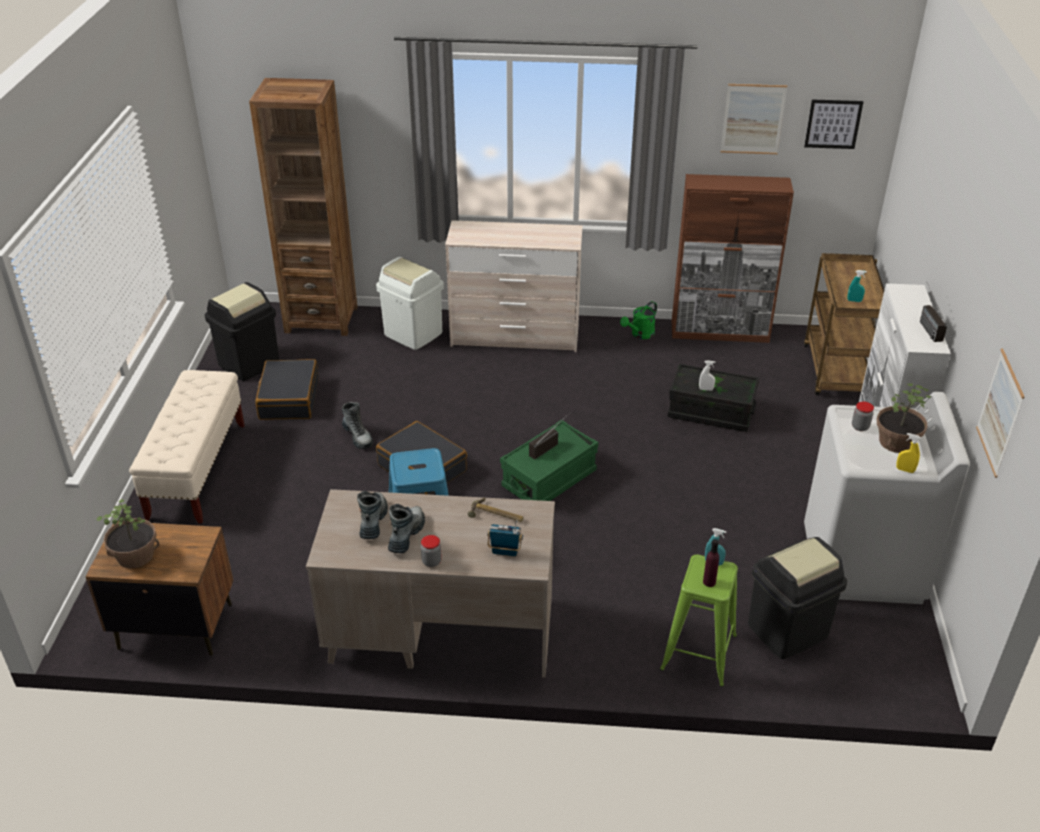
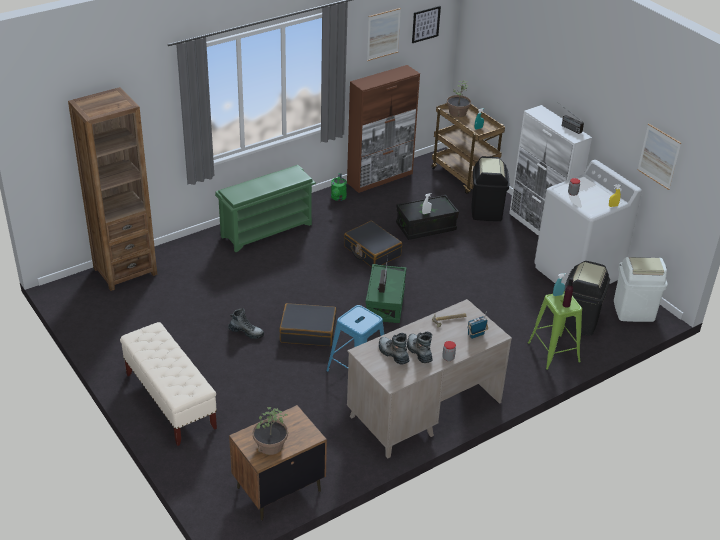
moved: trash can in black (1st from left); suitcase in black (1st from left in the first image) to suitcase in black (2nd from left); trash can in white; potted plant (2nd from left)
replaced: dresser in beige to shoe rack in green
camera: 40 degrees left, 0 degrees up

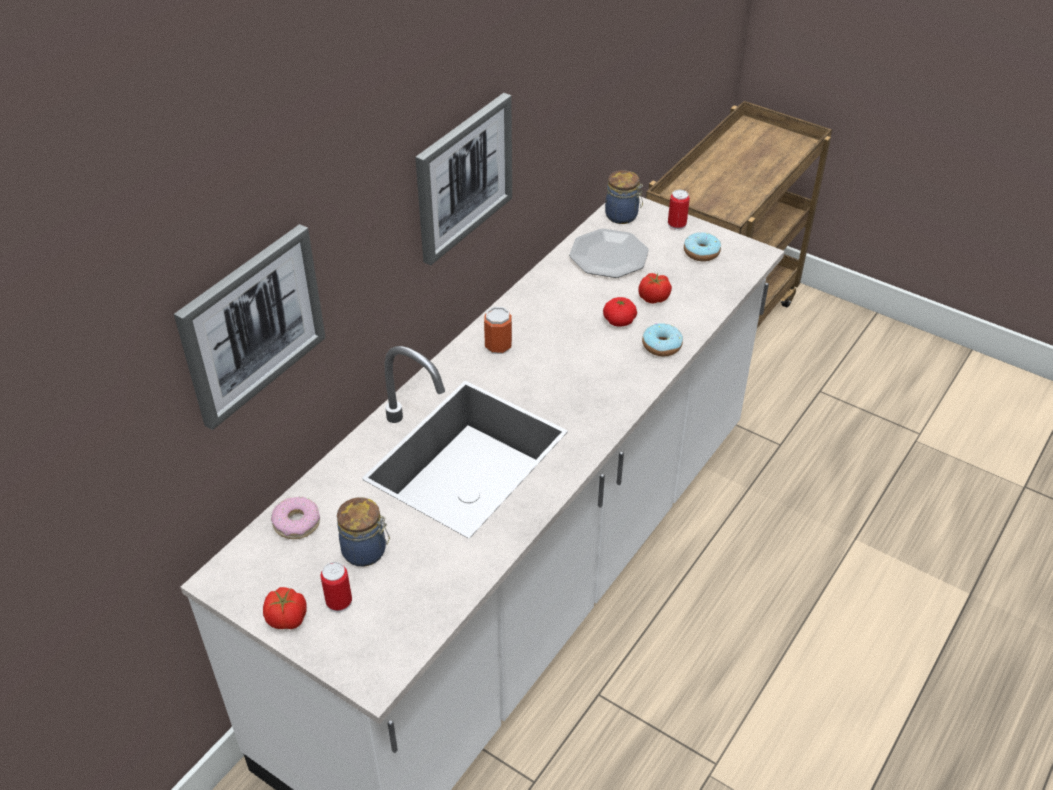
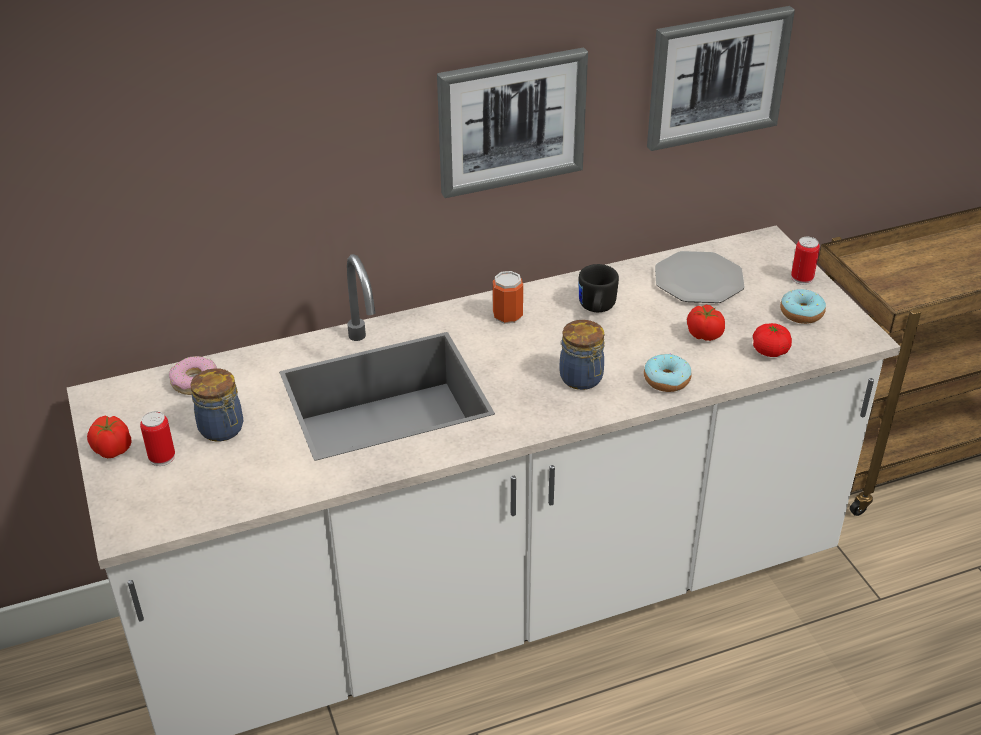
added: mug in black
moved: picture (1st from left in the first image) to picture (2nd from left); tomato (2nd from left in the first image) to tomato (3rd from left); jar (2nd from left)
camera: 35 degrees right, 5 degrees down

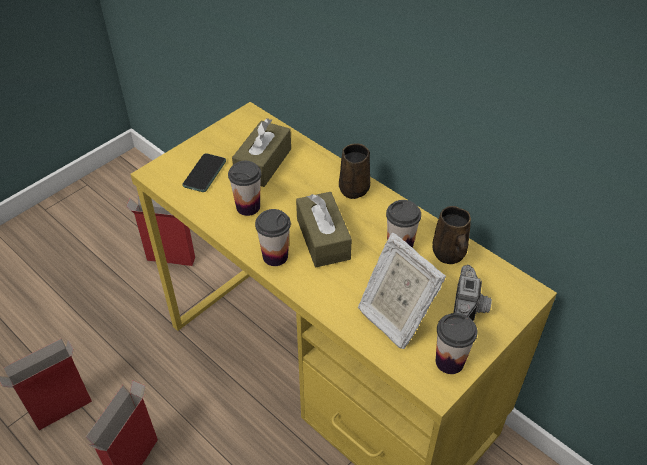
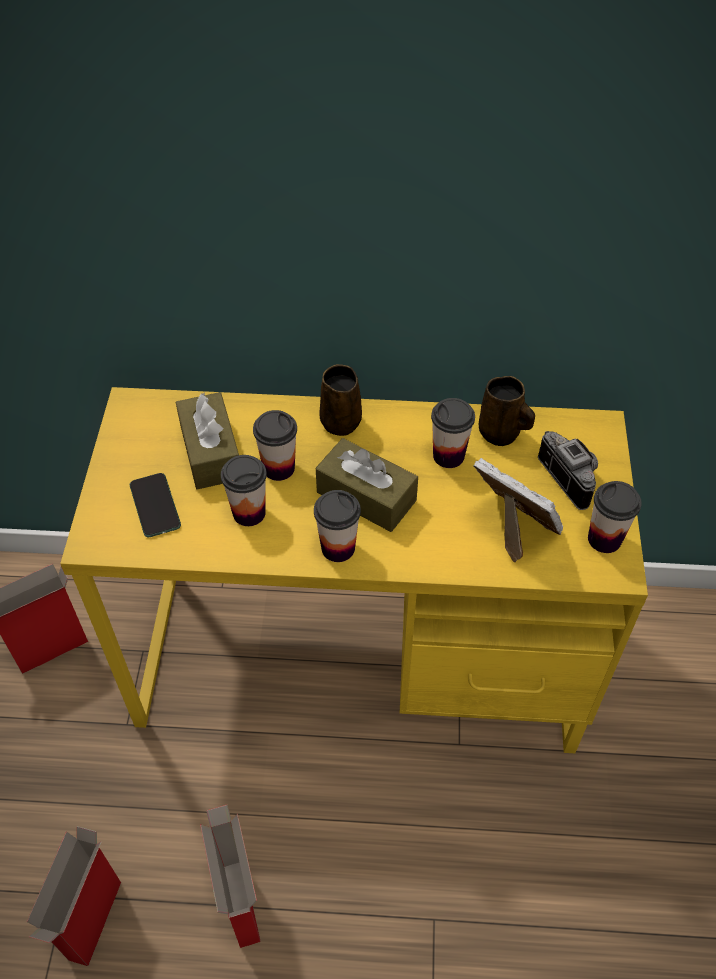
added: cup (2nd from left)
turned: picture frame 150 degrees counterclockwise
camera: 40 degrees left, 5 degrees up

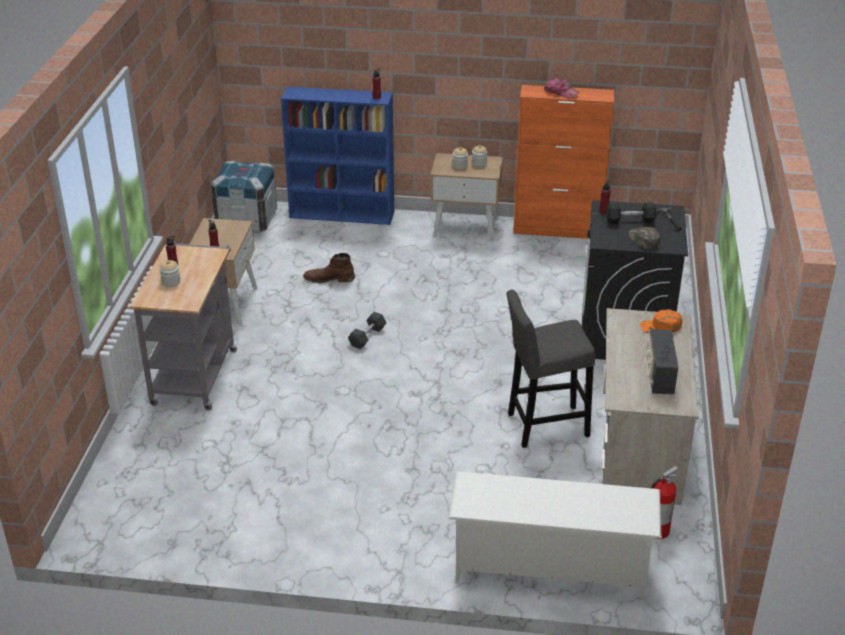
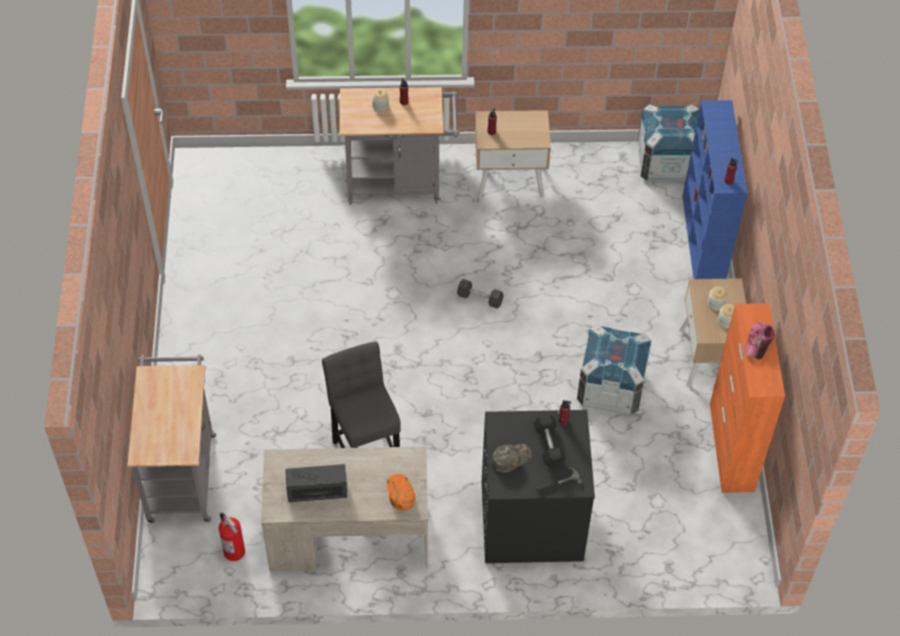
removed: boot in brown
added: crate (1st from left)
replaced: shoe rack in white to cart in grey (1st from left)
camera: 80 degrees right, 20 degrees up

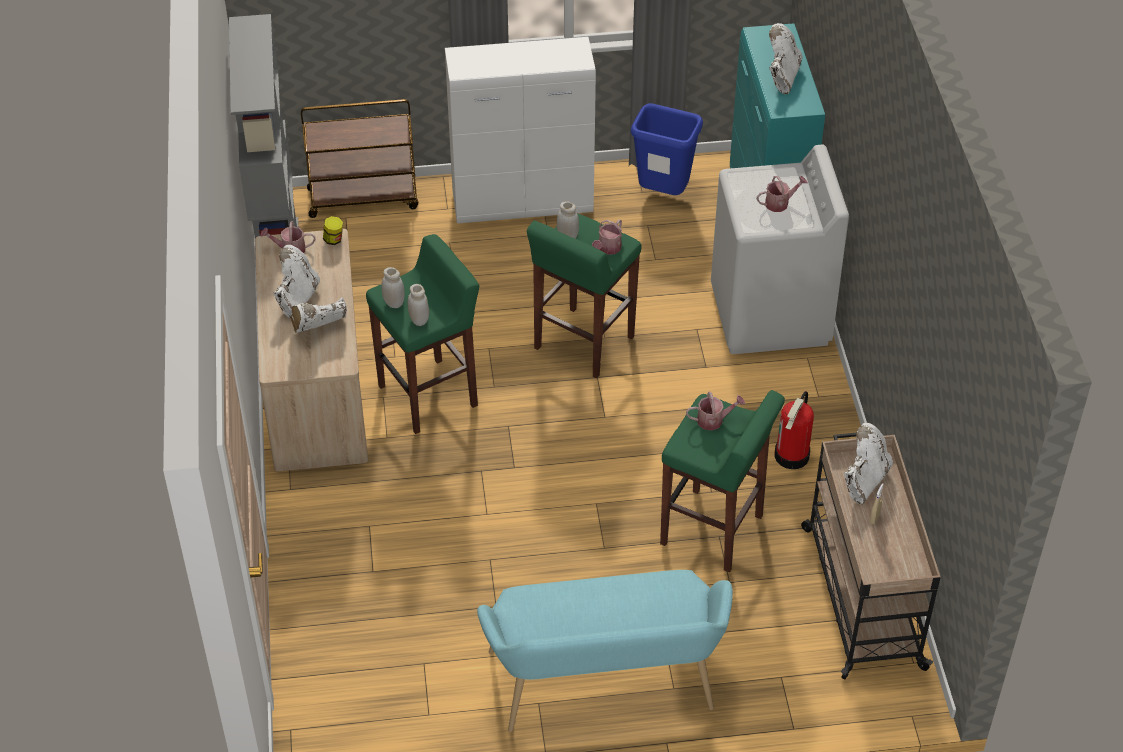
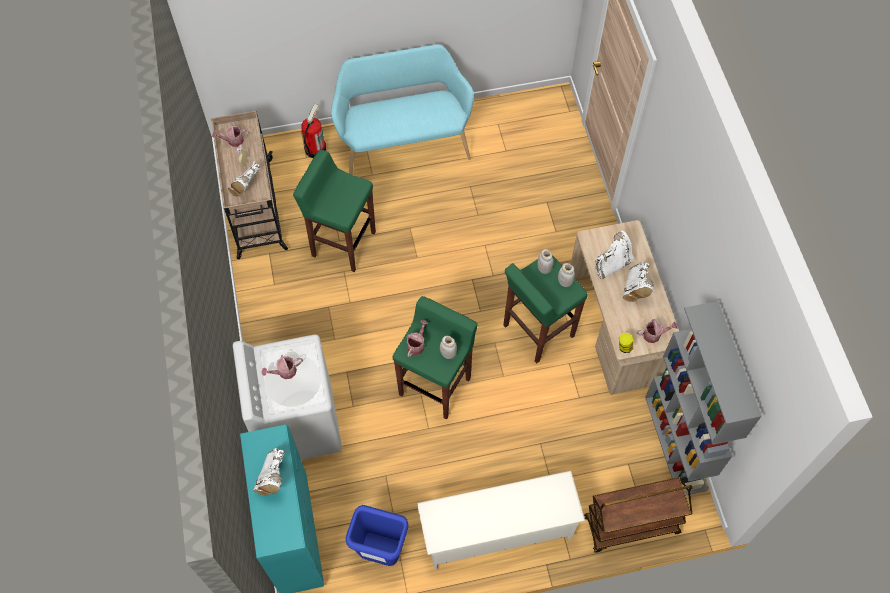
moved: watering can (3rd from left in the first image) to watering can (1st from left); fire extinguisher
replaced: cabinet in white to shoe rack in white
camera: 175 degrees right, 15 degrees up

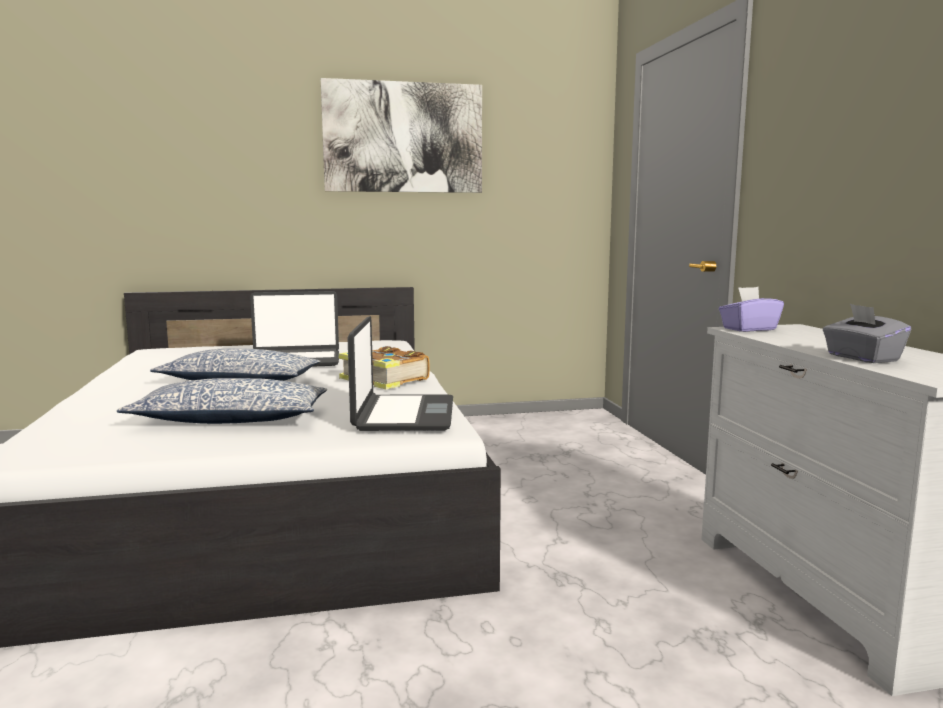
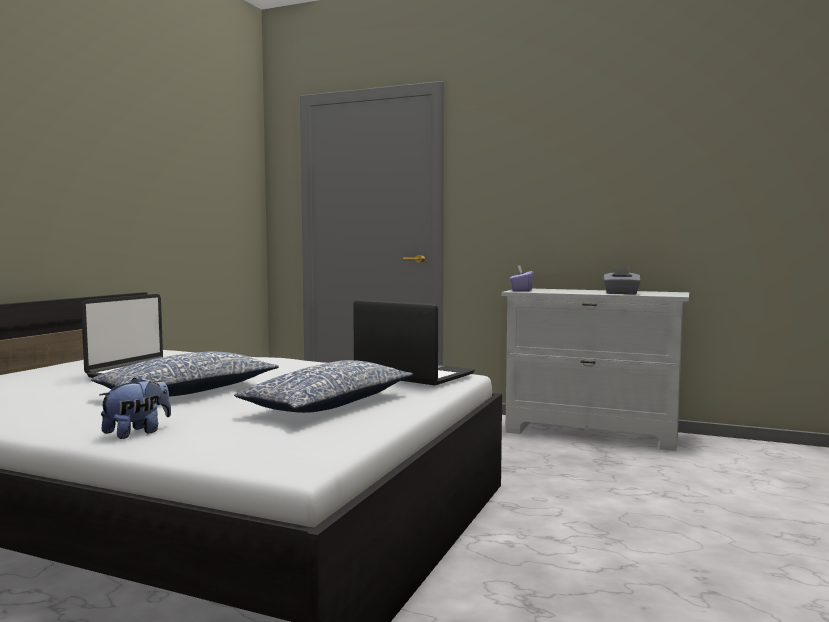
removed: picture; book
added: plush toy
camera: 55 degrees left, 5 degrees down

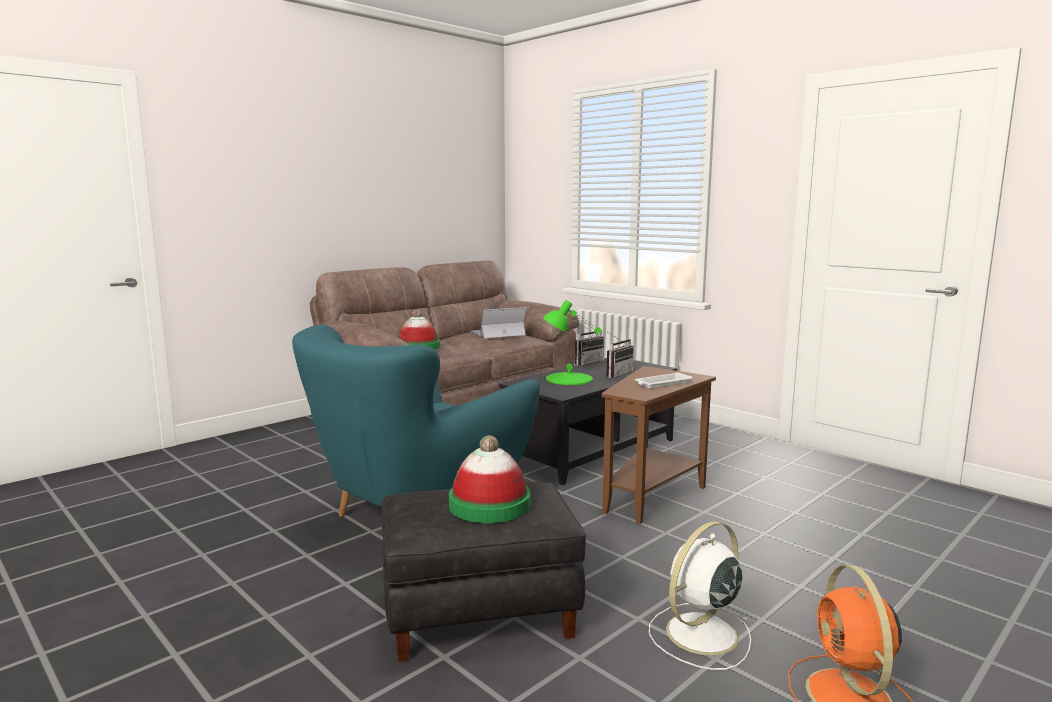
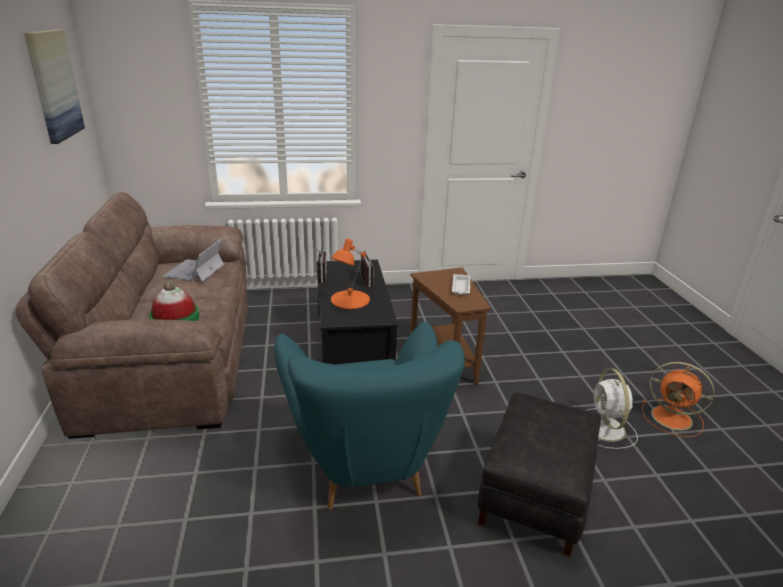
removed: hat (2nd from left)
added: picture
recoloured: table lamp in green to table lamp in orange
camera: 55 degrees left, 15 degrees up

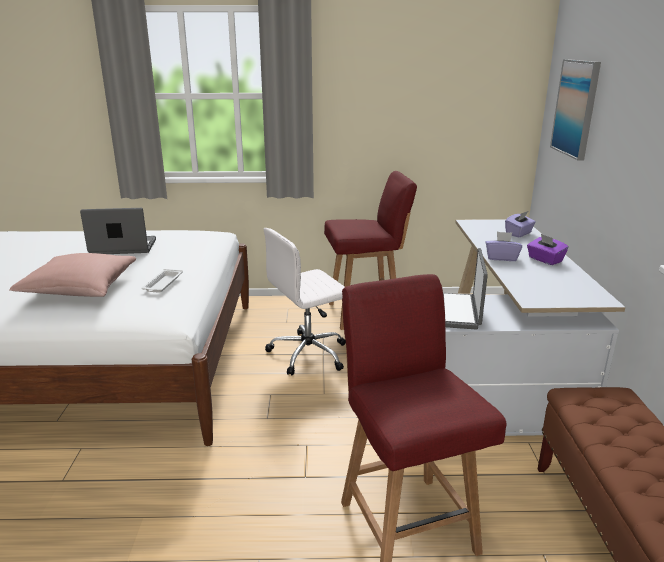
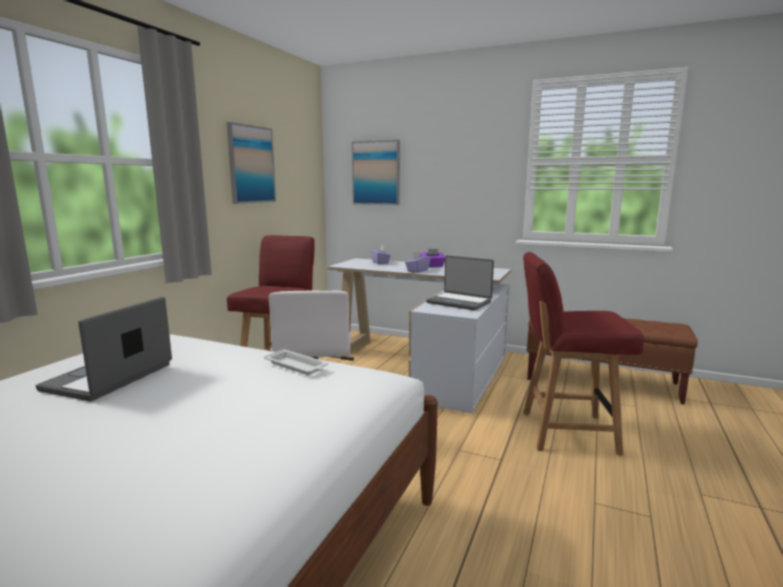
removed: pillow in pink
added: picture (1st from left)
camera: 65 degrees left, 10 degrees down

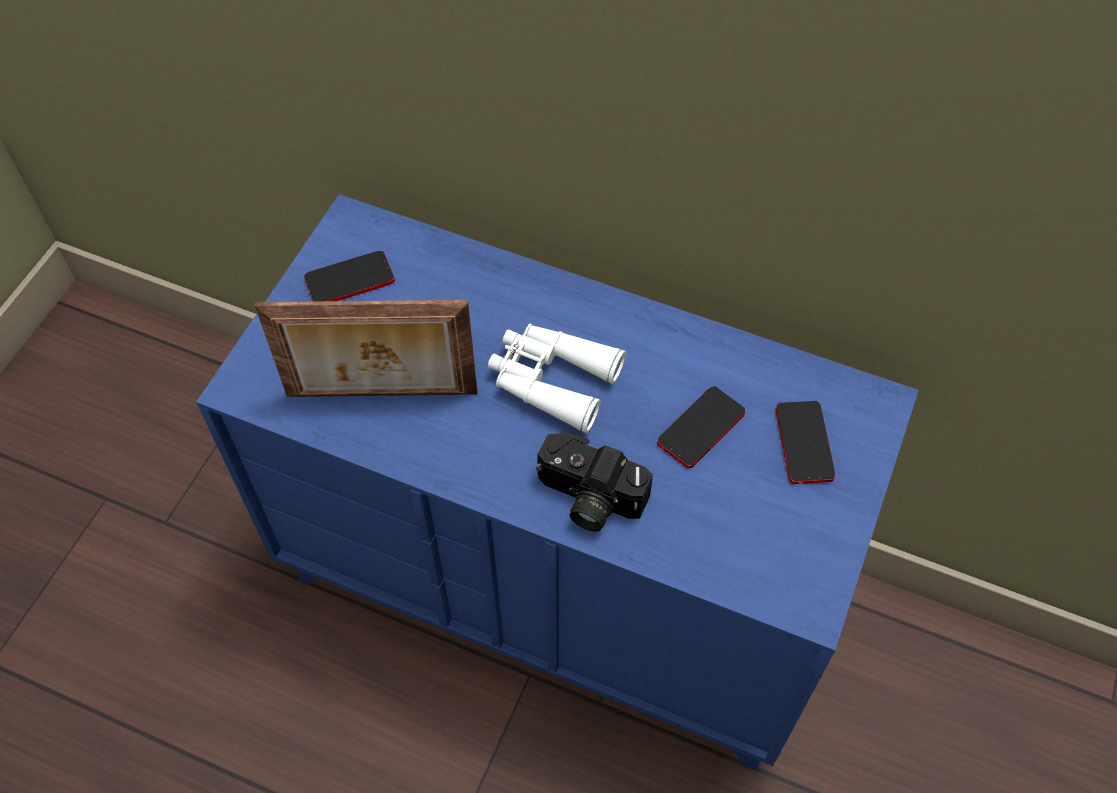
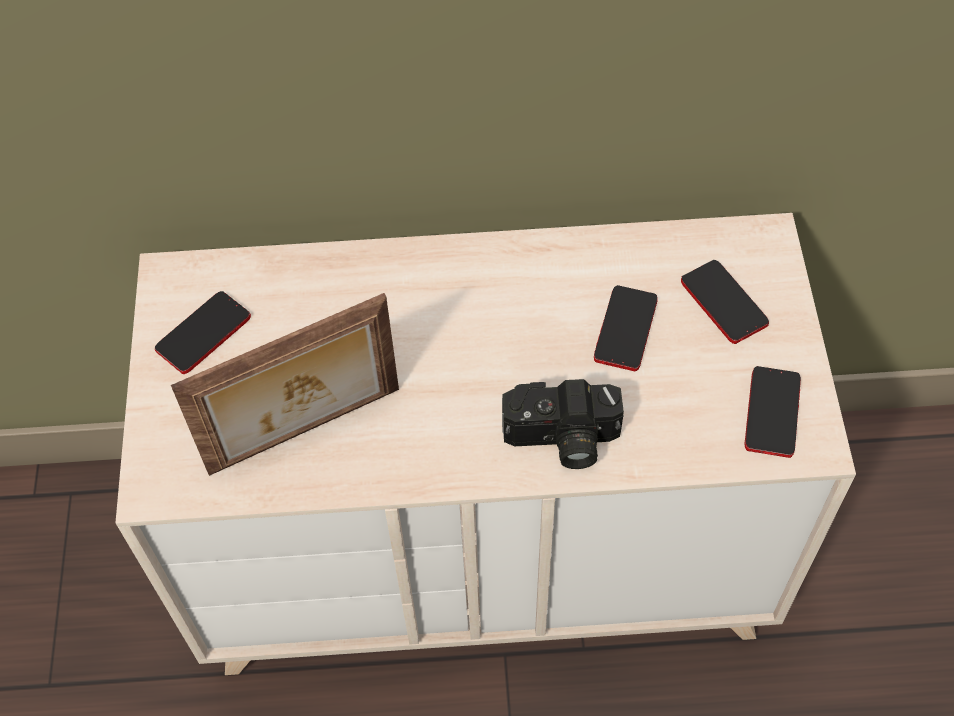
removed: binoculars in white
added: phone (4th from left)
recoloured: dresser in blue to dresser in beige
camera: 25 degrees left, 0 degrees up

